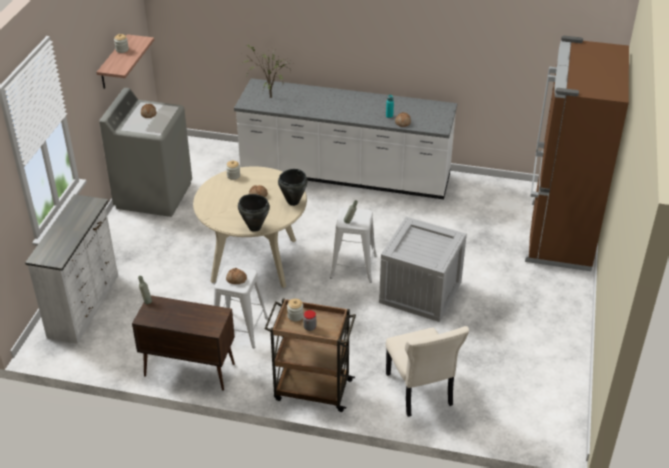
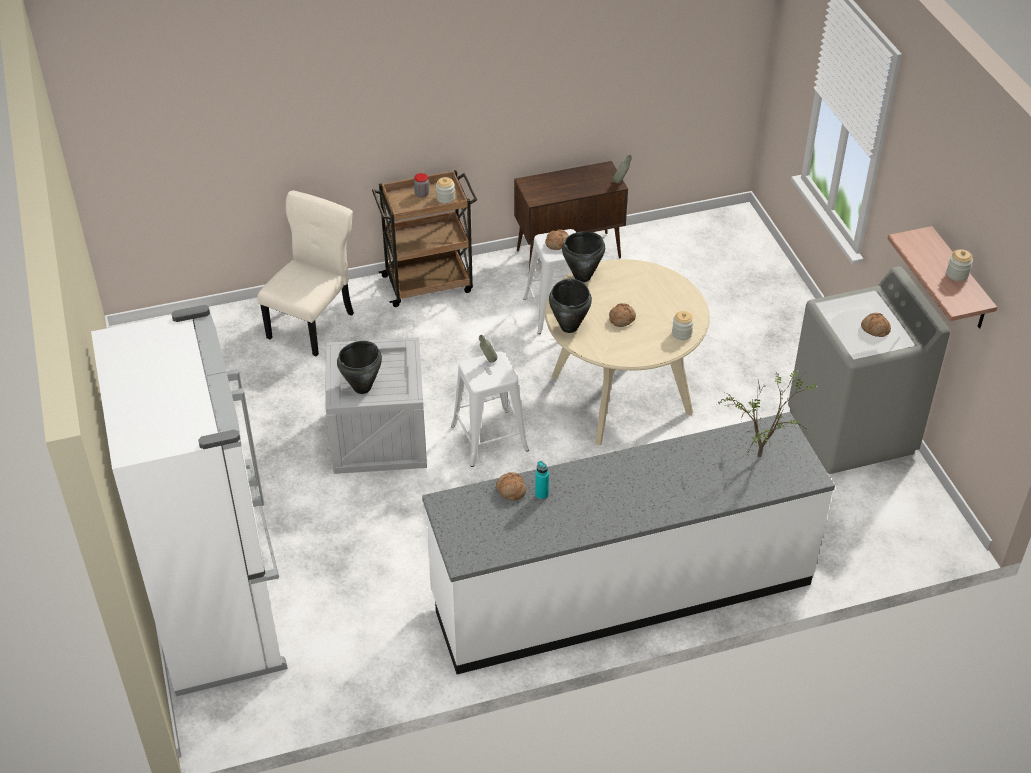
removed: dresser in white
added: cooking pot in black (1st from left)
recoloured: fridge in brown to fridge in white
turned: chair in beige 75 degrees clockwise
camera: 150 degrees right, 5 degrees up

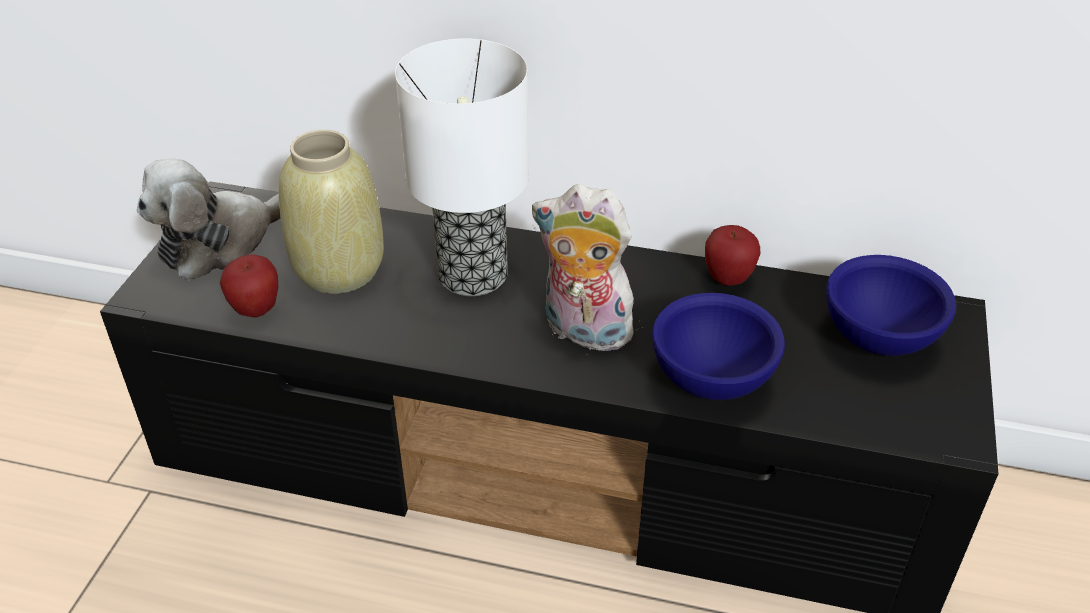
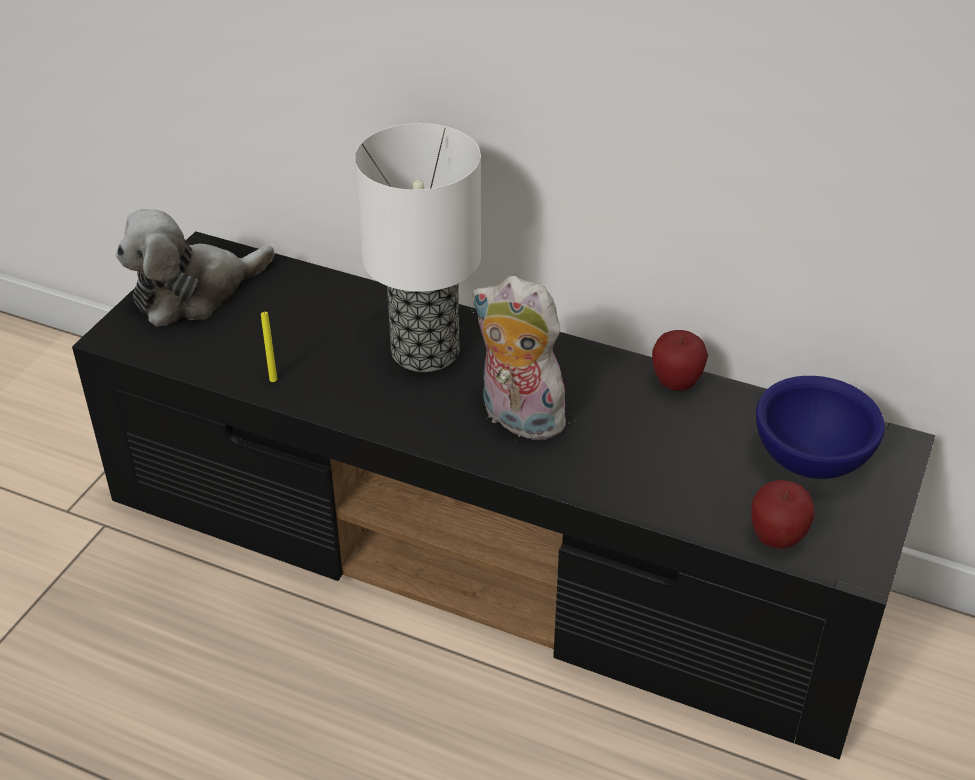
removed: vase in beige; bowl in blue (1st from left)
added: candle in yellow
moved: apple (1st from left in the first image) to apple (2nd from left)
camera: 10 degrees right, 0 degrees up

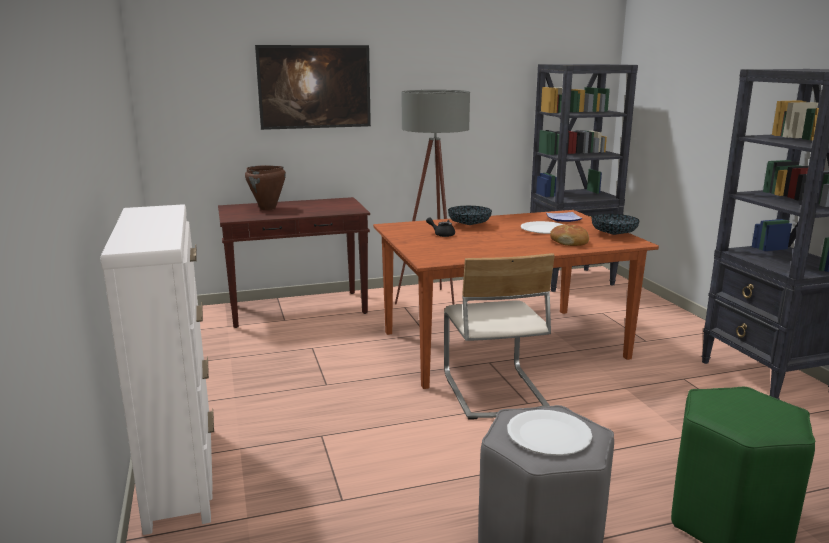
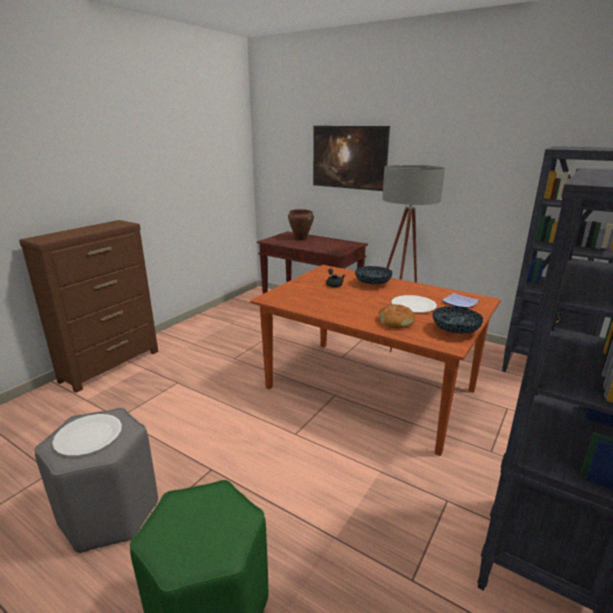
removed: chair in beige
recoloured: dresser in white to dresser in brown
camera: 50 degrees right, 5 degrees up

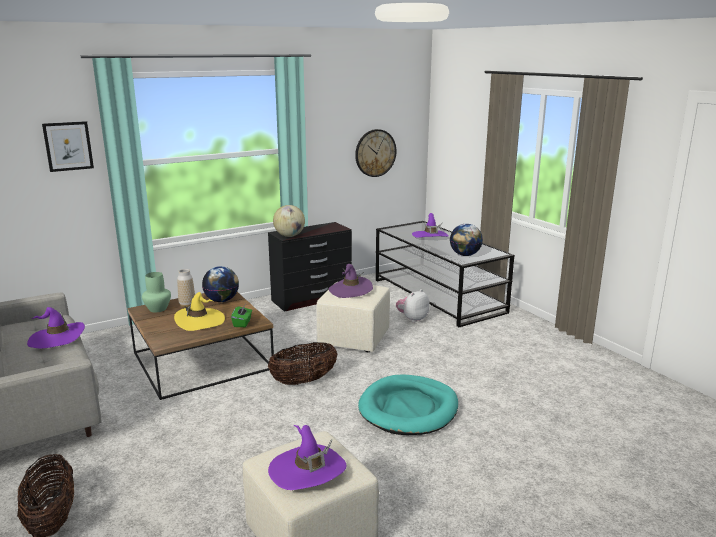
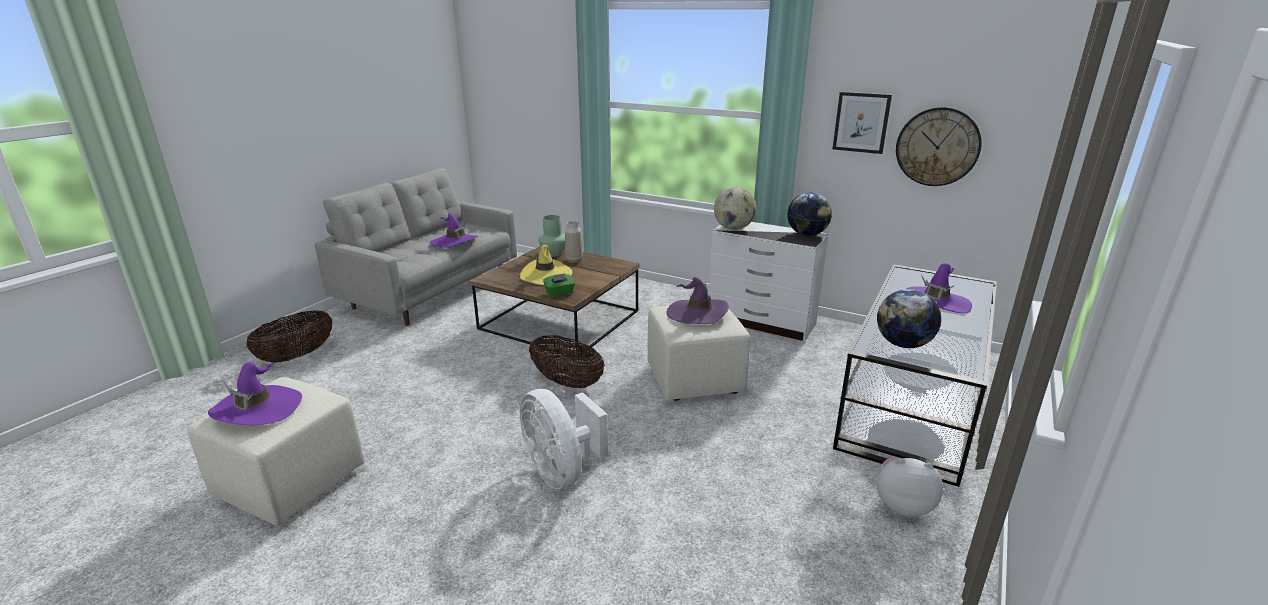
moved: picture; globe (1st from left in the first image) to globe (2nd from left); plush toy
replaced: dog bed in turquoise to fan in white
recoloured: dresser in black to dresser in white
camera: 60 degrees right, 5 degrees up

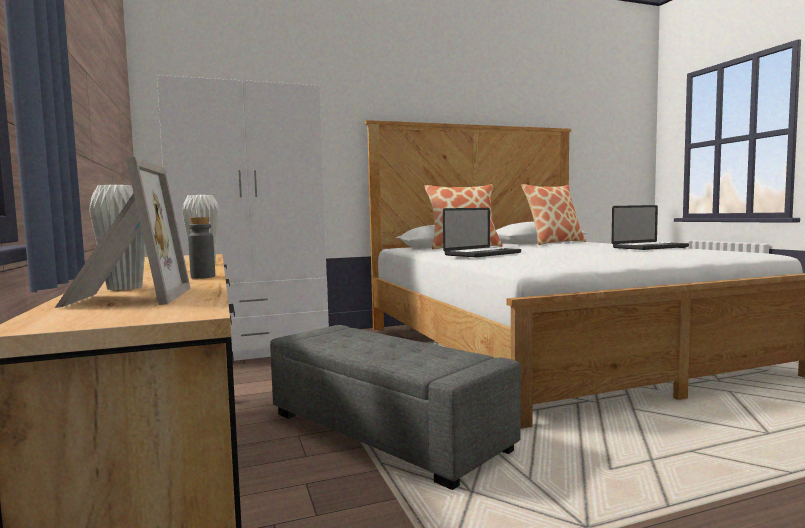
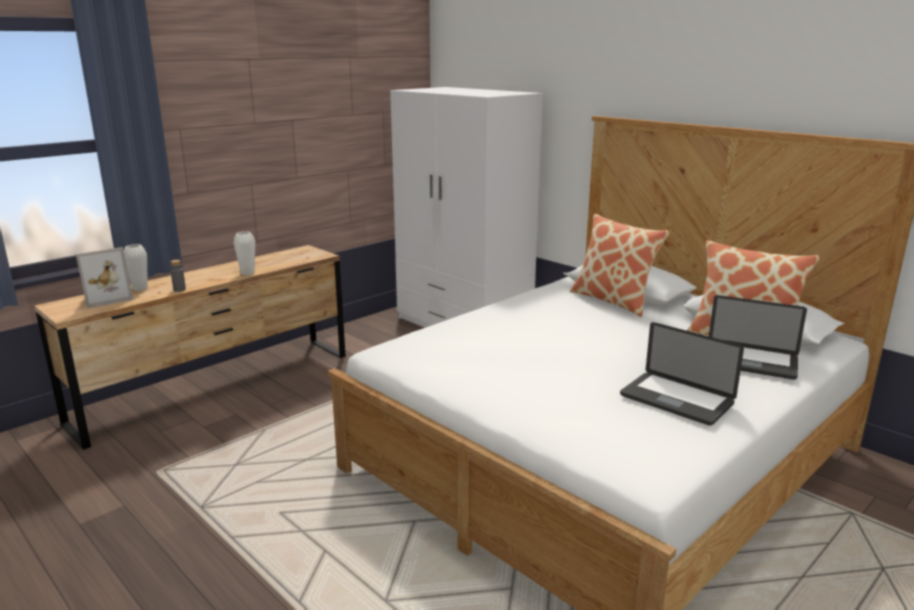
removed: ottoman in grey
moved: laptop (1st from left in the first image) to laptop (2nd from left)
camera: 65 degrees right, 15 degrees up

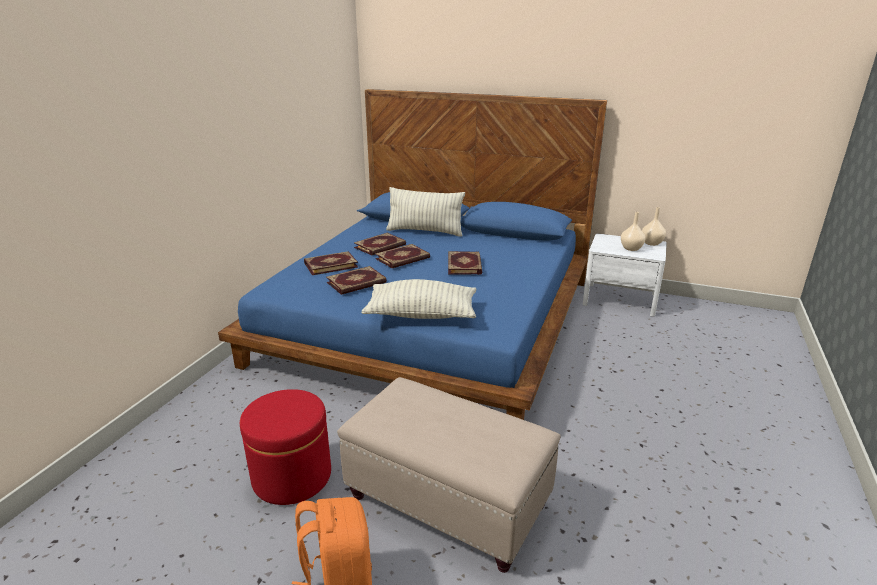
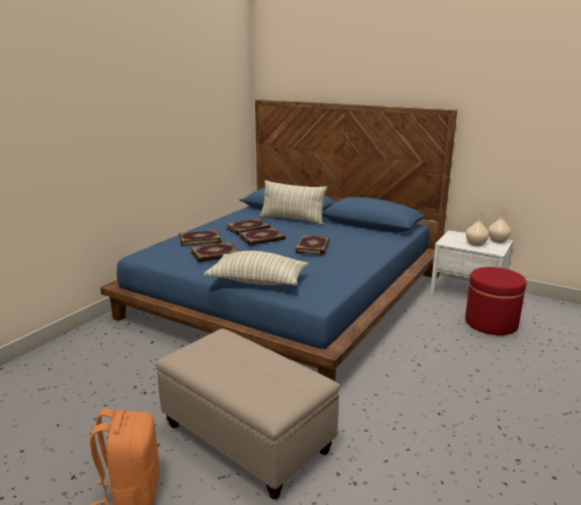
moved: ottoman in red
camera: 10 degrees right, 5 degrees down

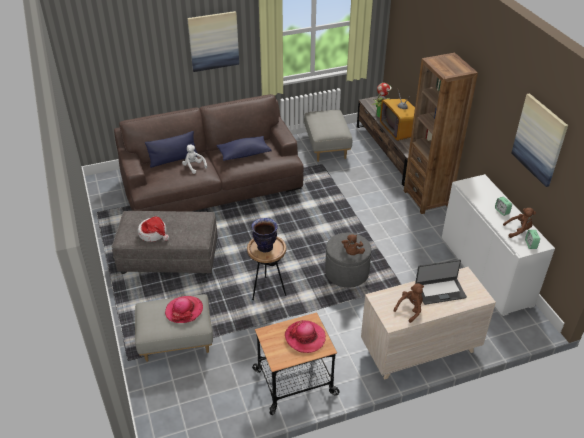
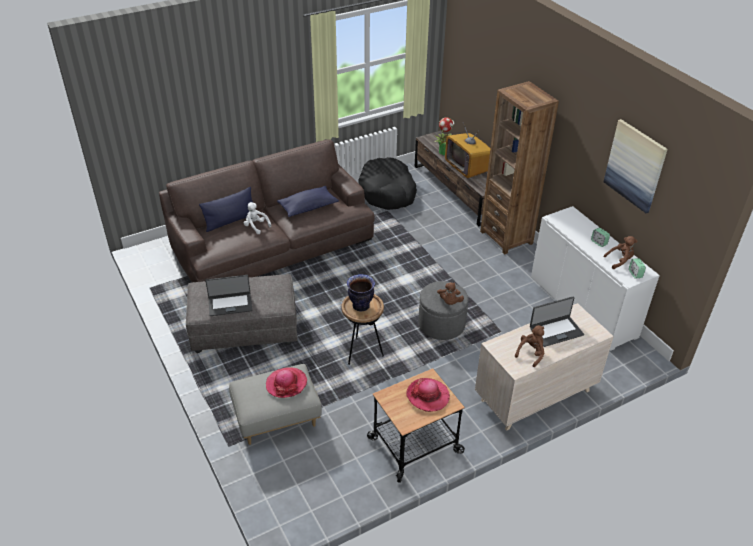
removed: picture (1st from left)
replaced: hat (1st from left) to laptop (1st from left); ottoman in grey (3rd from left) to dog bed in black
camera: 10 degrees left, 0 degrees up

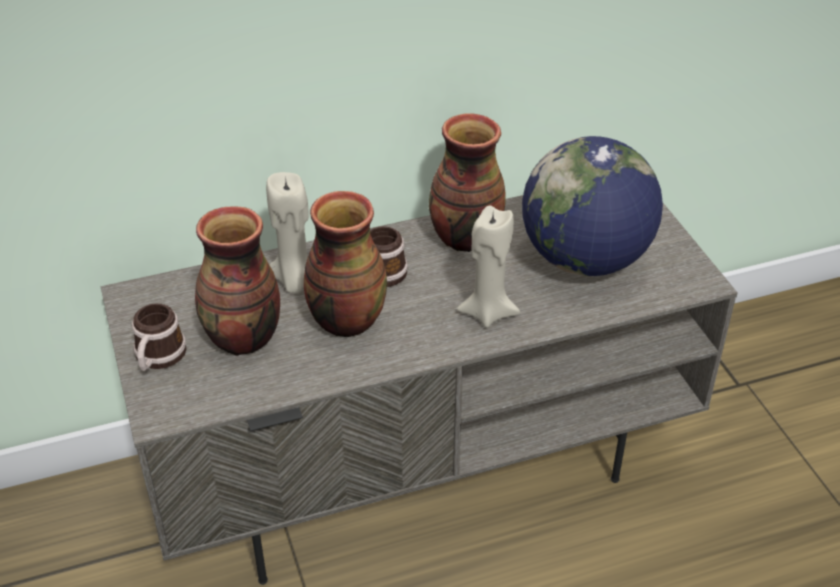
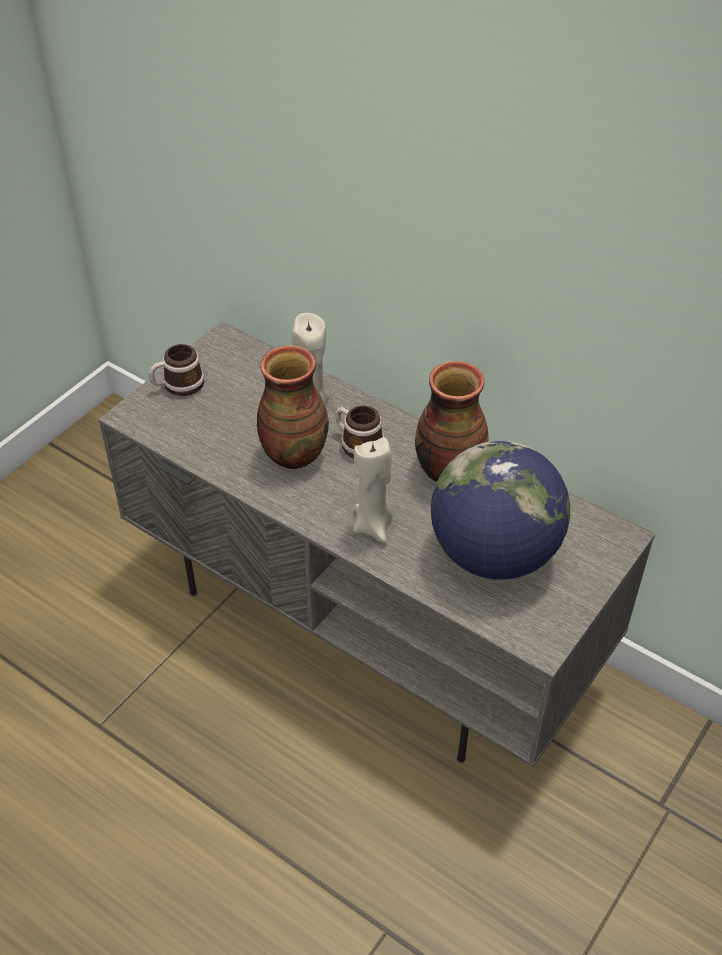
removed: vase (1st from left)
camera: 55 degrees right, 5 degrees up

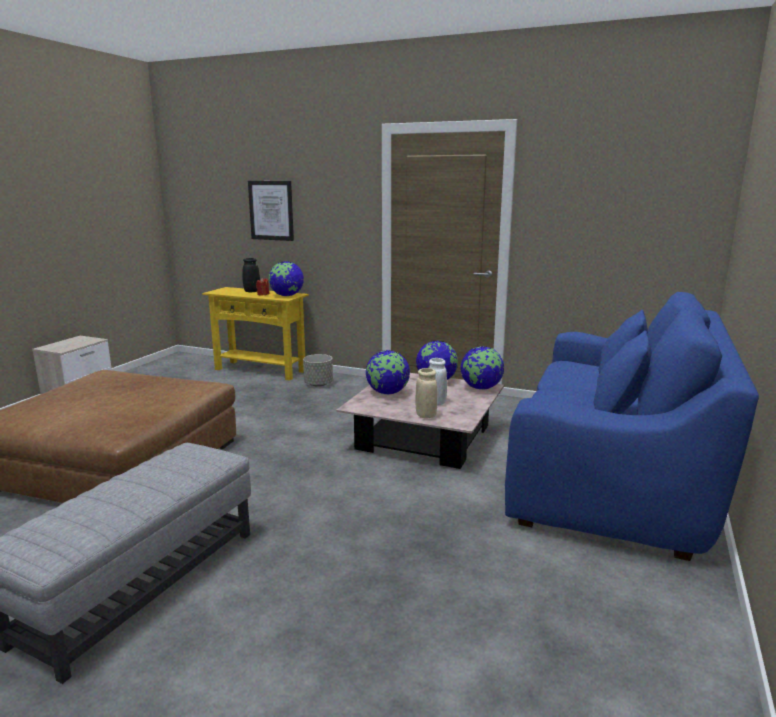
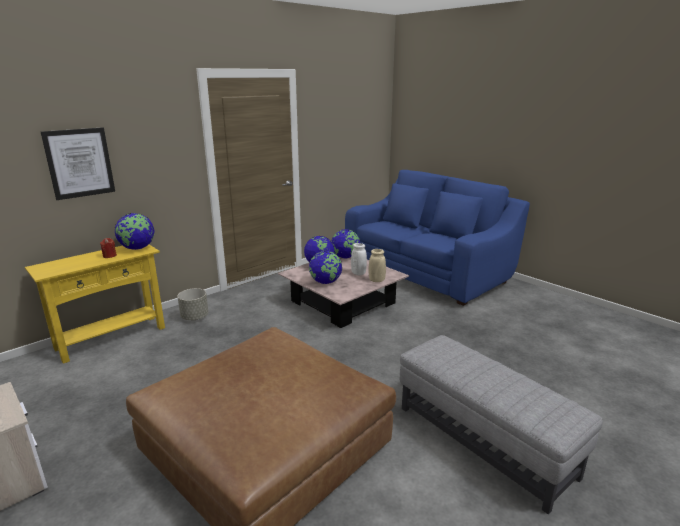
removed: vase in black
camera: 65 degrees left, 5 degrees up

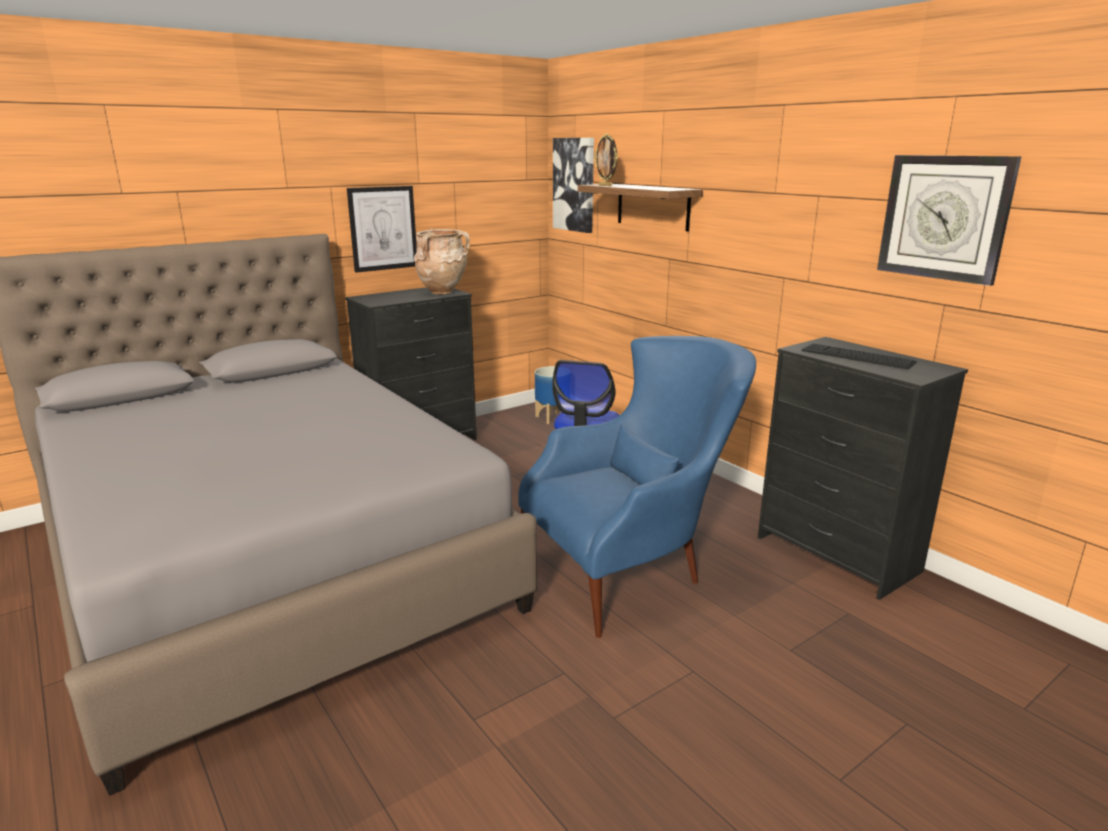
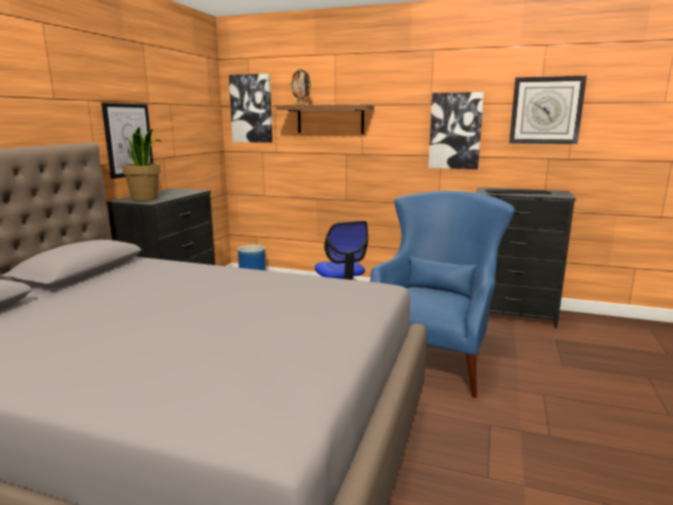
removed: vase in beige
added: potted plant; picture (3rd from left)
camera: 35 degrees left, 5 degrees down

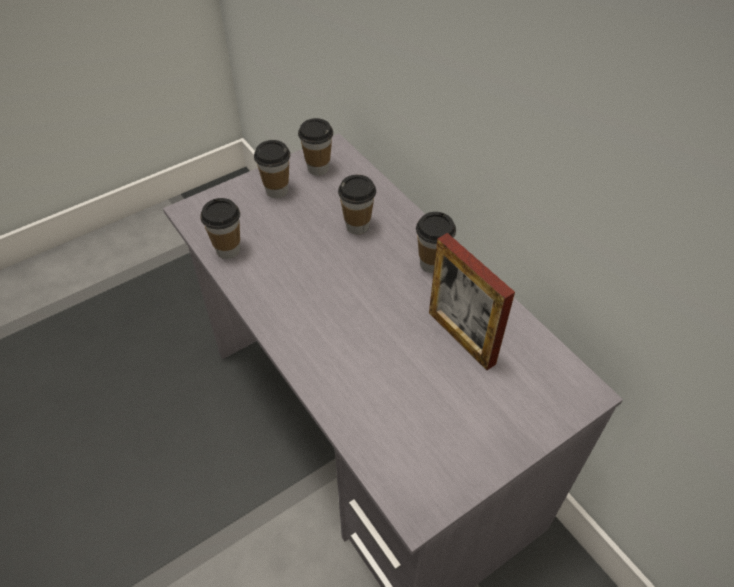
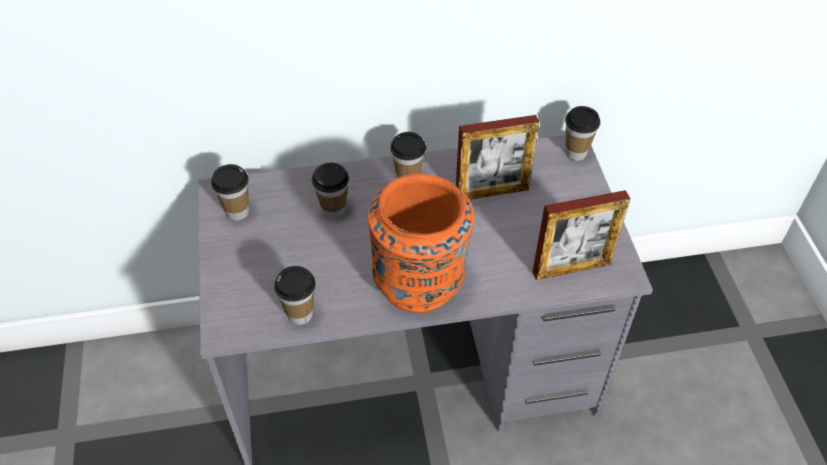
added: vase in orange; picture frame (2nd from left)
moved: cup (2nd from left in the first image) to cup (5th from left)
camera: 65 degrees left, 0 degrees up

